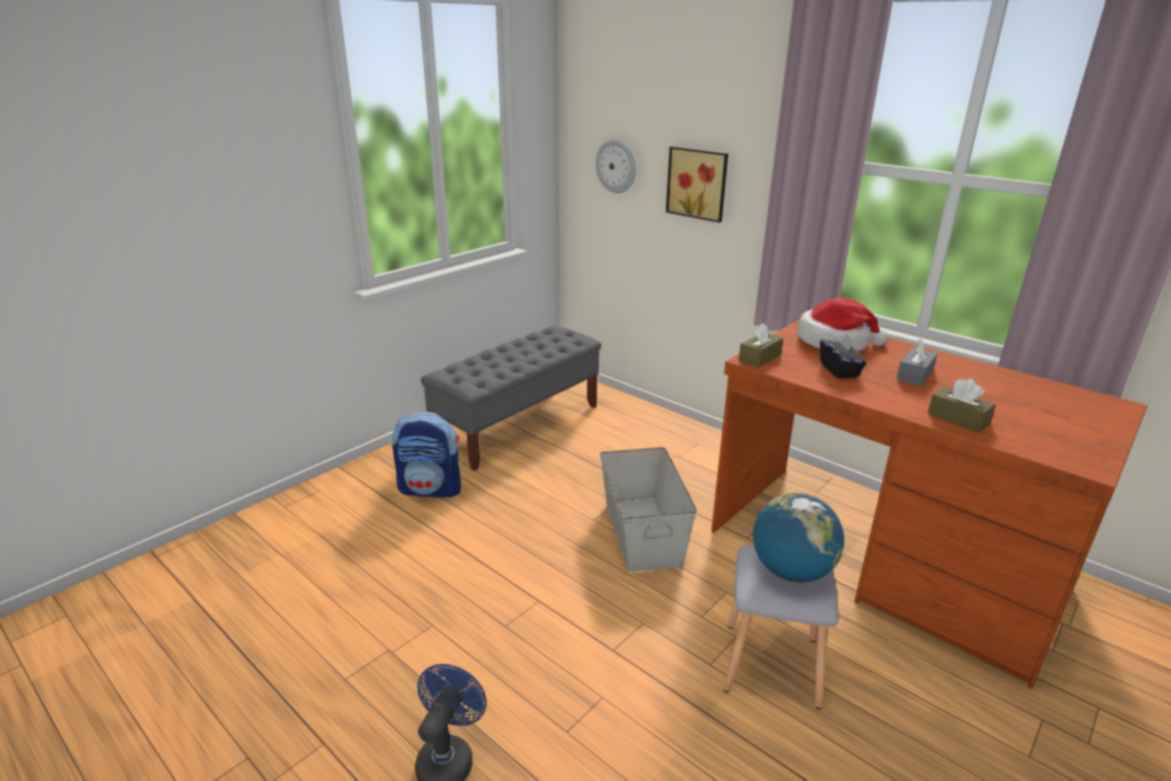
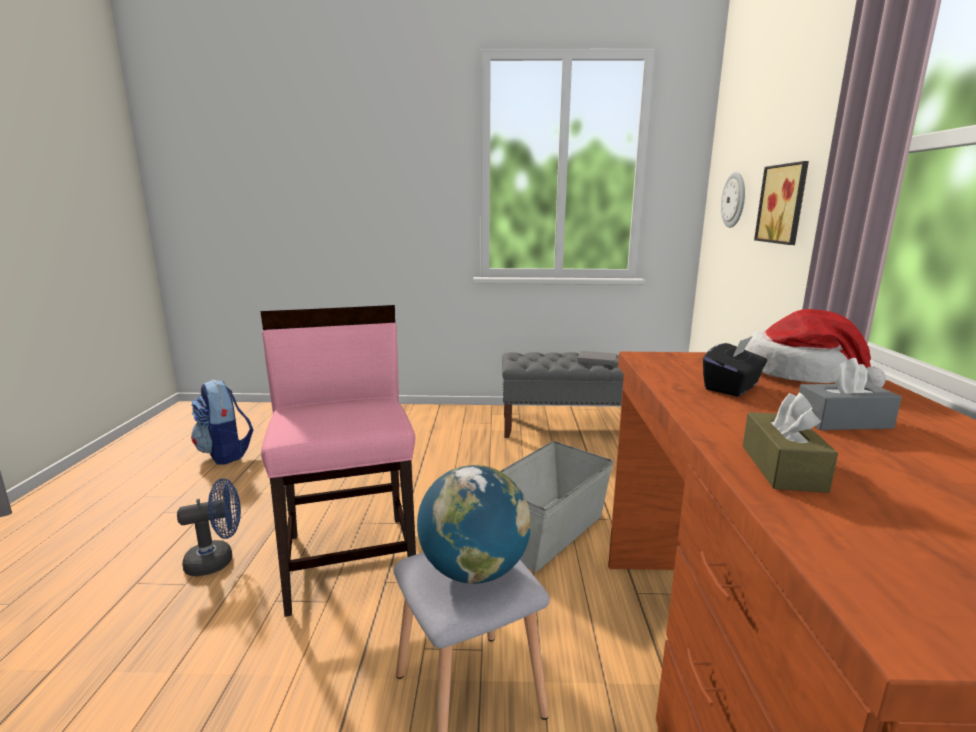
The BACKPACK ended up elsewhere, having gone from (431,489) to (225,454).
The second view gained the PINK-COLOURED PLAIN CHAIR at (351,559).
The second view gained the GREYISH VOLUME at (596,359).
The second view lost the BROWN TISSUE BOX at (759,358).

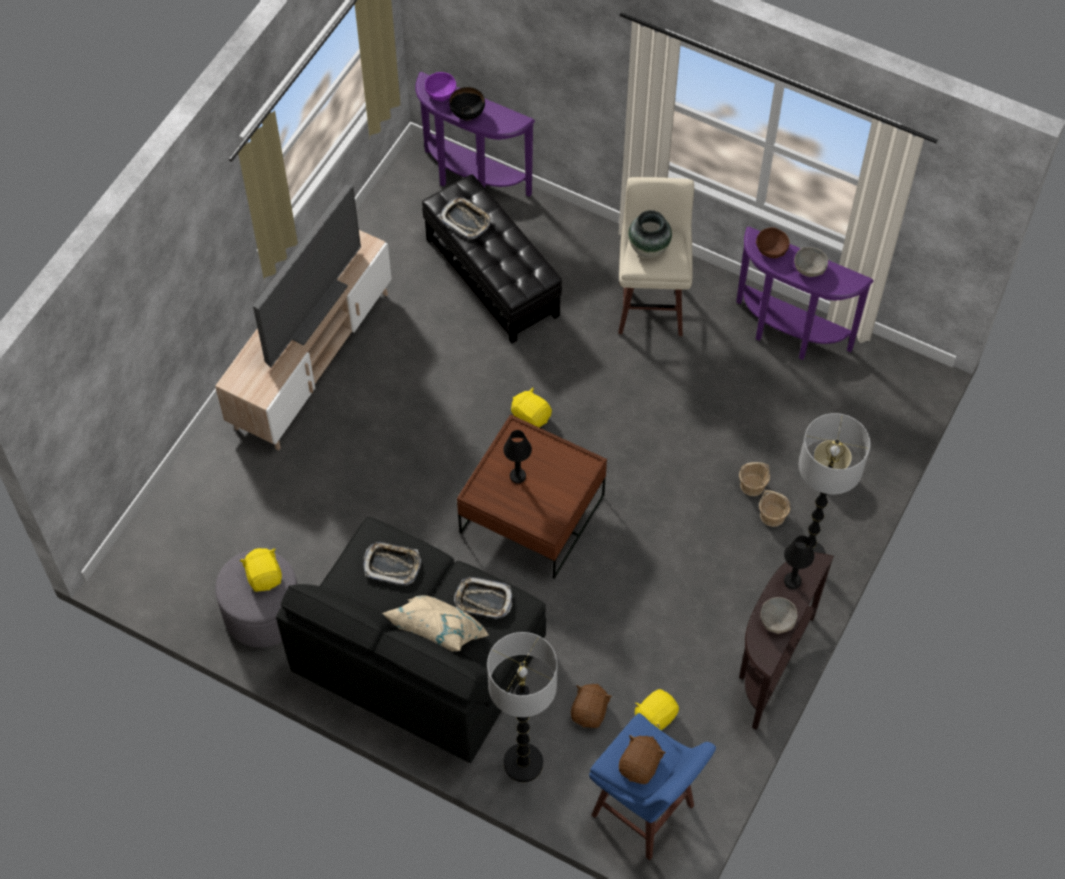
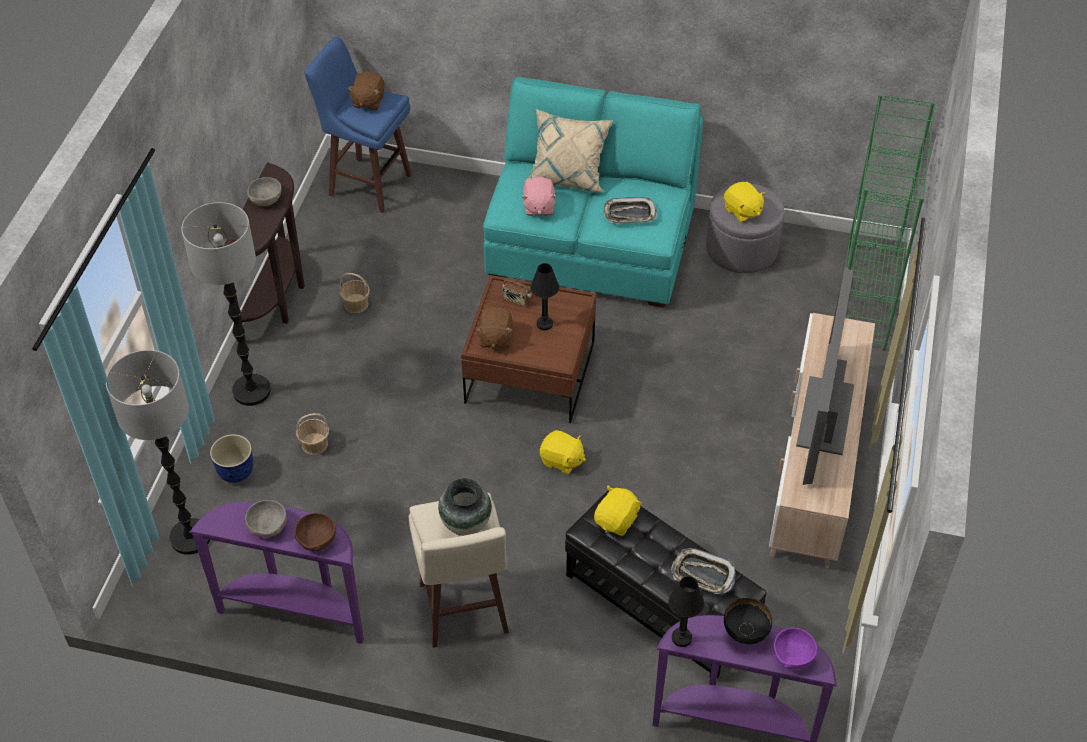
The STANDARD LAMP ended up elsewhere, having gone from (523,763) to (191,537).
The STORAGE BASKET ended up elsewhere, having gone from (772,515) to (356,304).
The BROWN SOFT TOY ended up elsewhere, having gone from (590,712) to (495,337).
What was the BLACK SOFA at (420,657) turned into the BLUE-GREEN SOFA at (590,246).
The second view gained the RADIO RECEIVER at (516,299).
Where the SERVING TRAY stood at (483,600), the PINK-COLOURED SOFT TOY came to stand at (538,207).
The YELLOW-COLOURED SOFT TOY ended up elsewhere, having gone from (655,717) to (617,520).
The BLACK TABLE LAMP ended up elsewhere, having gone from (792,581) to (681,638).
The second view gained the GREENISH BOOKCASE at (866,298).

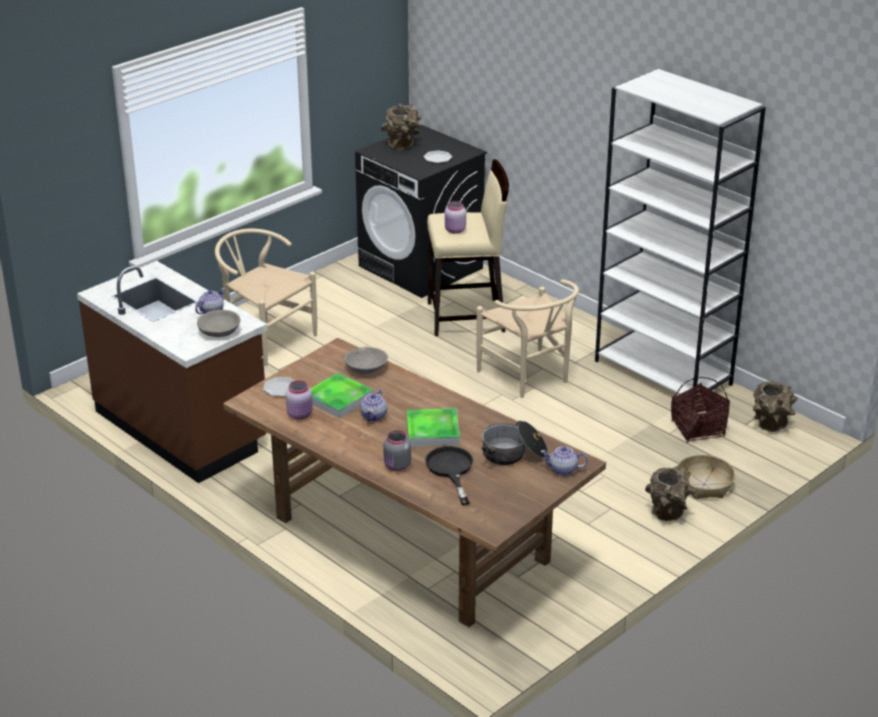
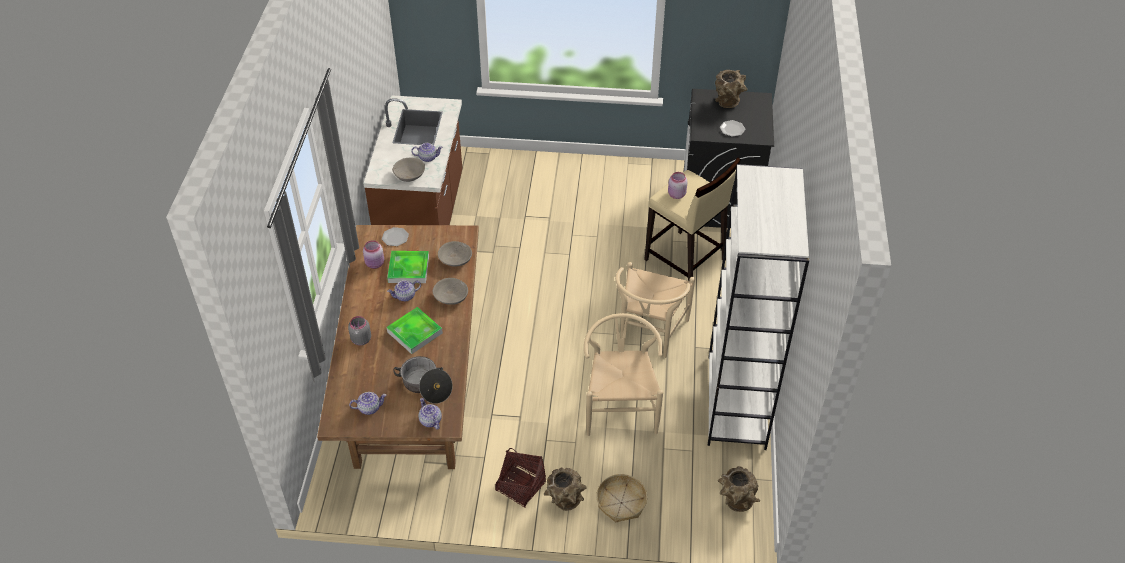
The second view gained the POT FOR TEA at (369,408).
The second view gained the GREYISH SERVING BOWL at (451,297).
The STORAGE BASKET ended up elsewhere, having gone from (697,428) to (520,486).
The BEIGE-COLOURED PLAIN CHAIR ended up elsewhere, having gone from (265,338) to (620,406).
The second view lost the BLACK FRYING PAN at (451,470).

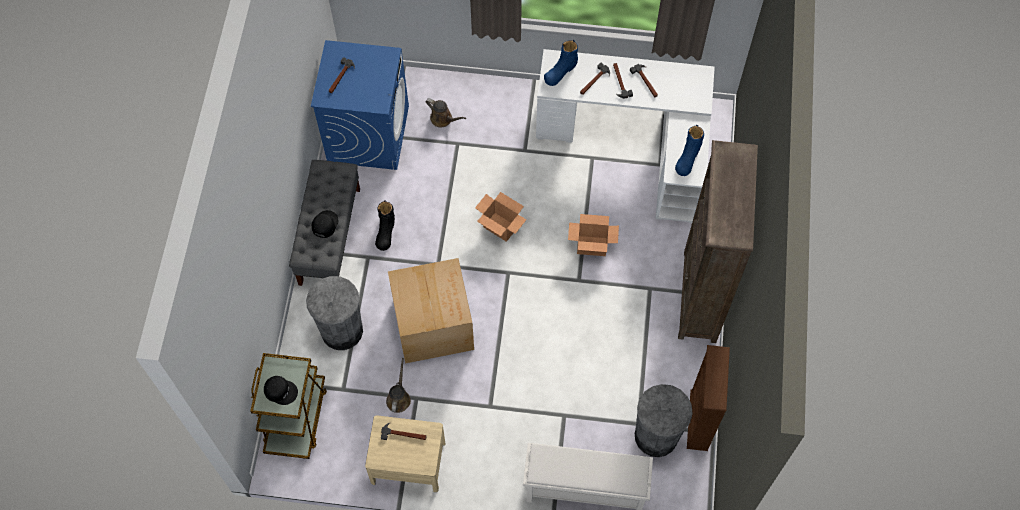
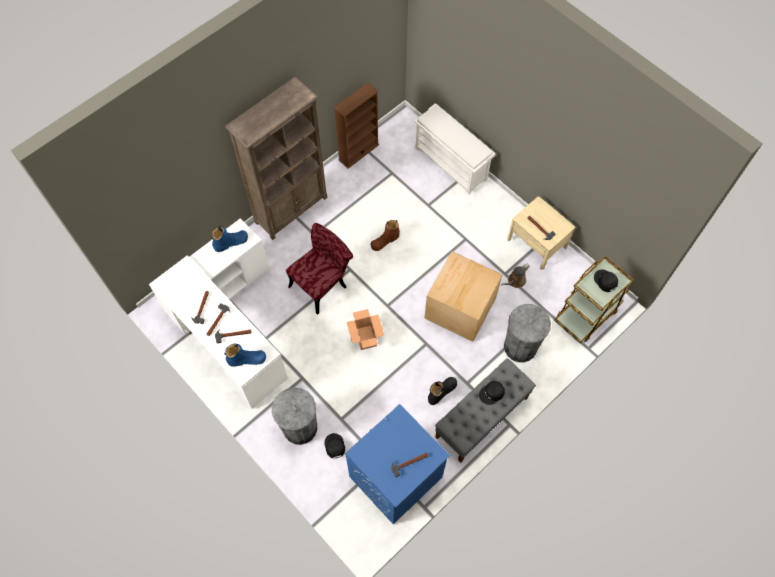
The GREYISH TRASH CAN ended up elsewhere, having gone from (656,436) to (300,427).
Where the CARTON stood at (591,246), the RED PLAIN CHAIR came to stand at (322,283).
Where the BROWN WATERING POT stood at (443,119), the BLACK PEAKED CAP came to stand at (334,446).
The second view gained the BROWN BOOT at (385,241).

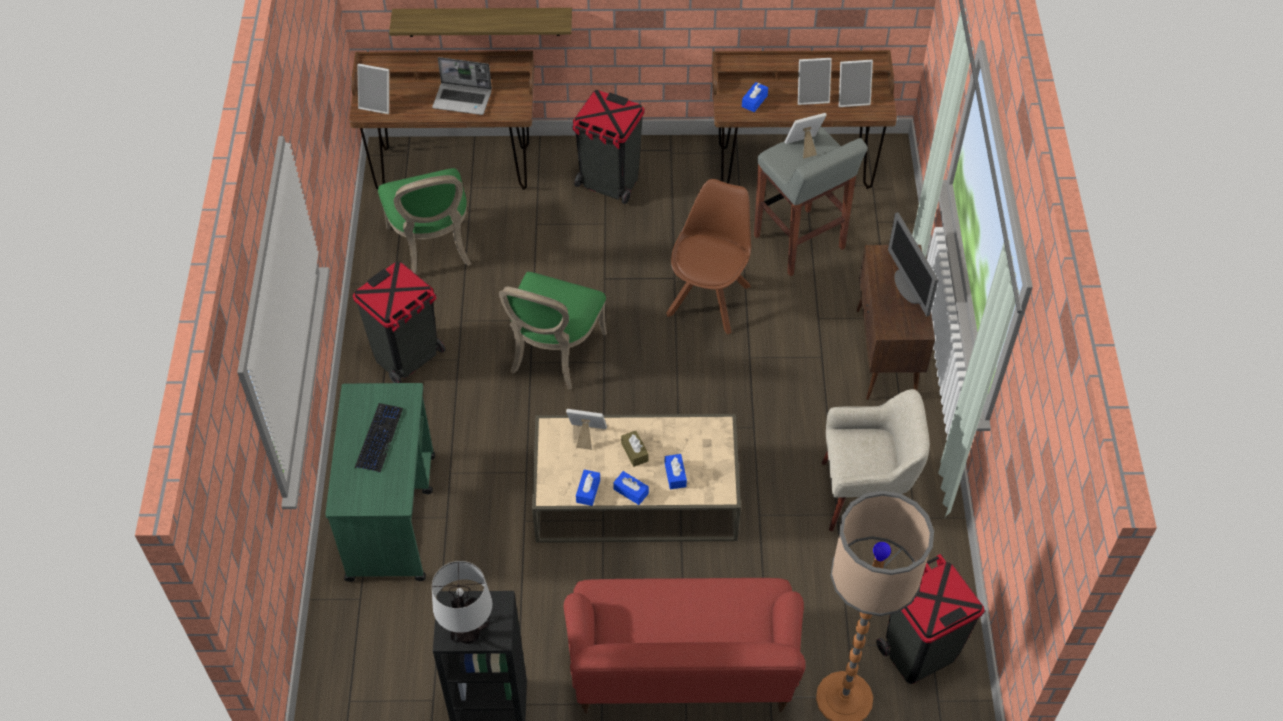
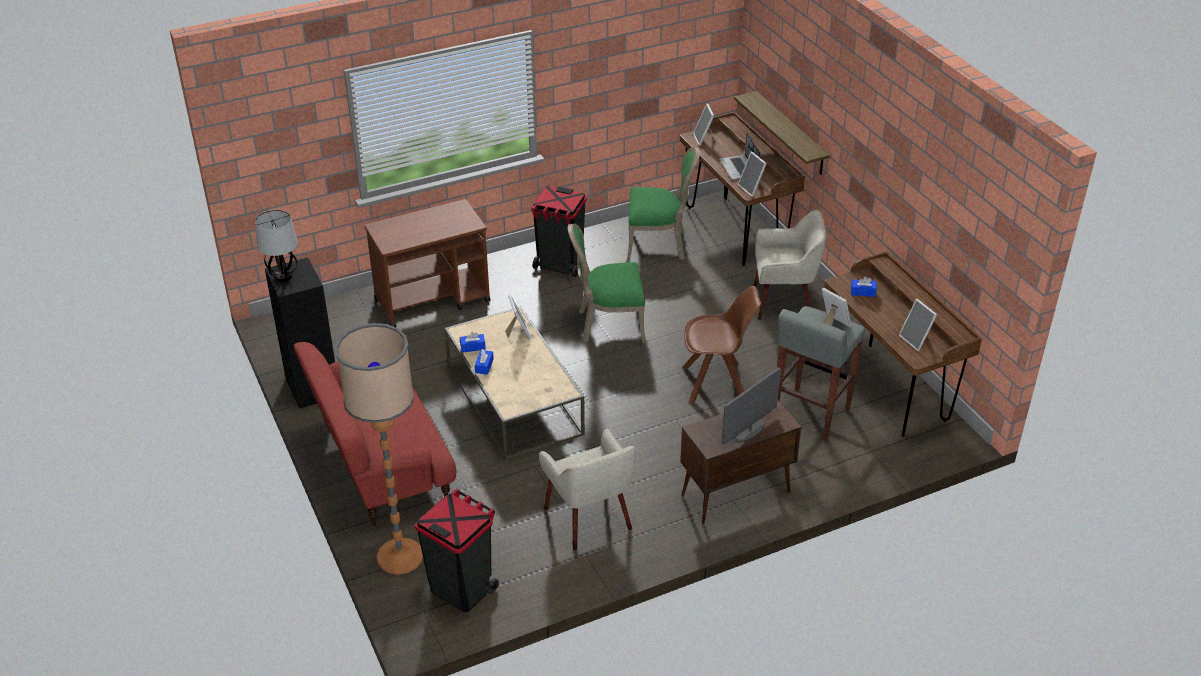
What was the GREENISH WHEELED CART at (392,515) turned into the BROWN WHEELED CART at (433,300).
The GREENISH PLAIN CHAIR at (433,247) ended up facing another way, 135 degrees counterclockwise from before.
The STANDING FRAME ended up elsewhere, having gone from (812,96) to (752,188).
Where the BLACK TRASH CAN stood at (609,183), the BEIGE-COLOURED EASY CHAIR came to stand at (784,302).
The second view lost the COMPUTER KEYBOARD at (379,438).
The second view lost the BROWN TISSUE BOX at (634,452).
The second view lost the BLUISH TISSUE BOX at (675,475).

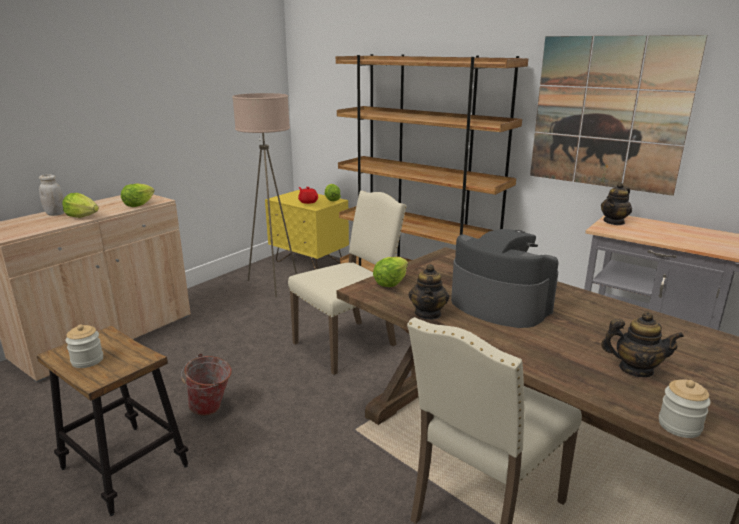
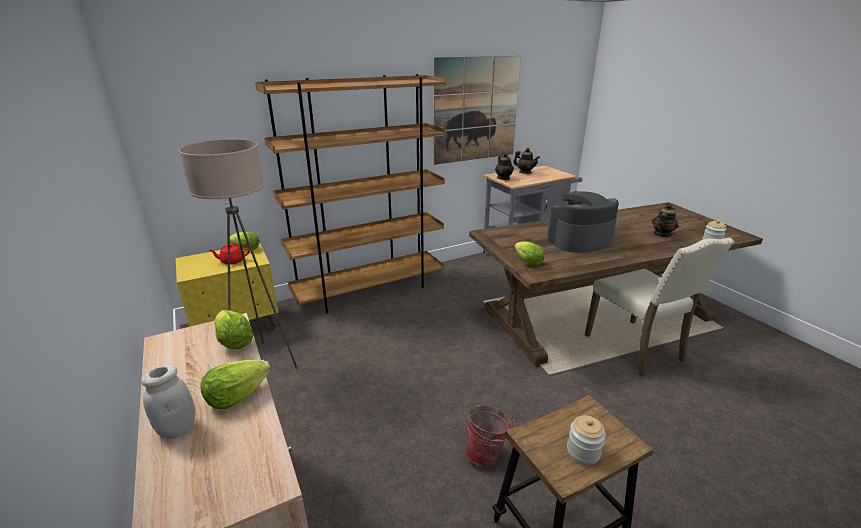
The POT FOR TEA ended up elsewhere, having gone from (428,313) to (525,172).
The second view lost the BEIGE-COLOURED PLAIN CHAIR at (348,344).

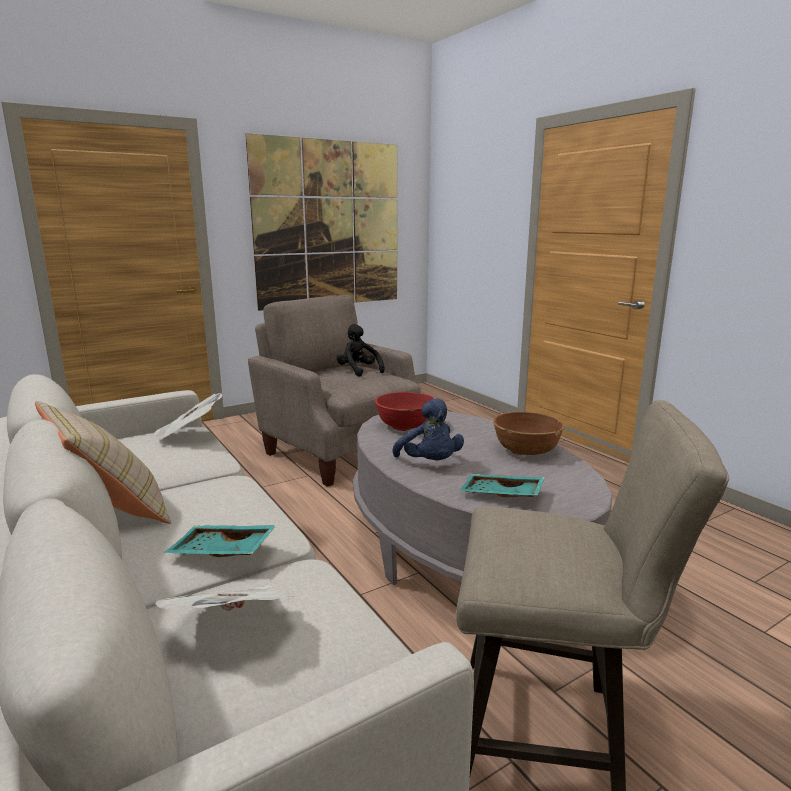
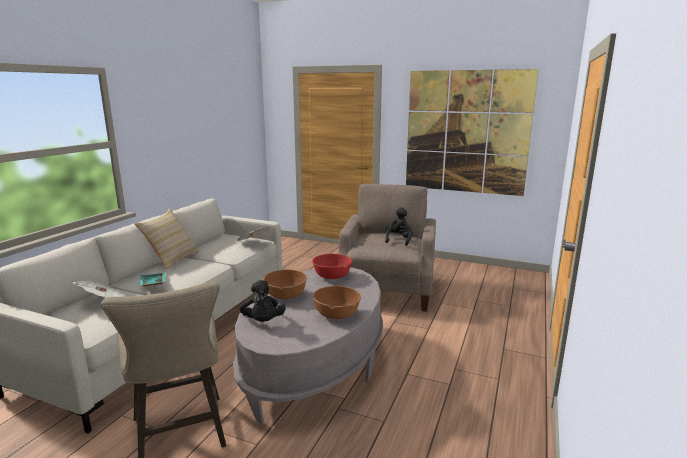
Where the BLUE-GREEN SERVING TRAY stood at (501,495), the BLACK SOFT TOY came to stand at (263,322).
Where the BLUISH SOFT TOY stood at (430,463), the BROWN SERVING BOWL came to stand at (286,296).

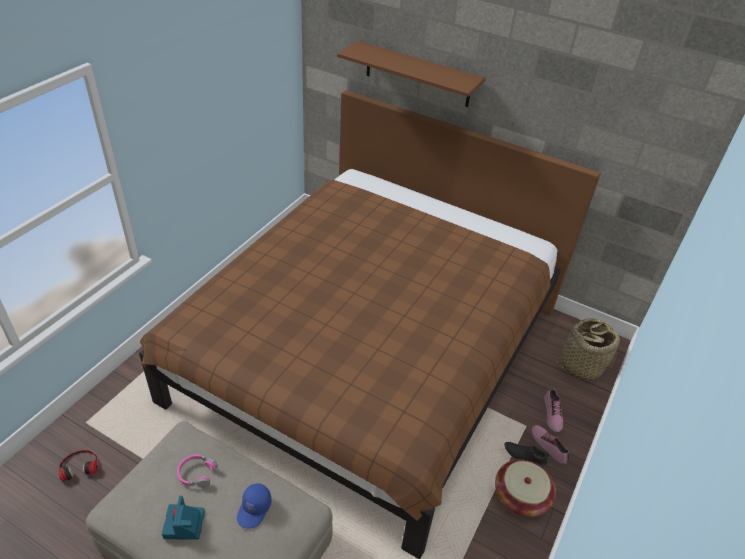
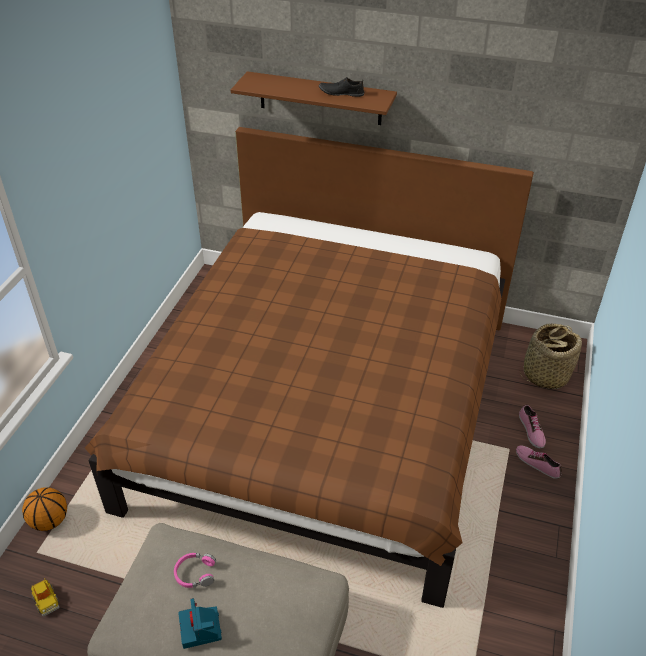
The second view gained the BASKETBALL at (49,520).
Where the HEADPHONES stood at (79,466), the TOY CAR came to stand at (46,600).
The BLACK LOW SHOE ended up elsewhere, having gone from (525,455) to (341,93).
The second view lost the BLUISH PEAKED CAP at (254,509).
The second view lost the STORAGE BASKET at (521,496).

